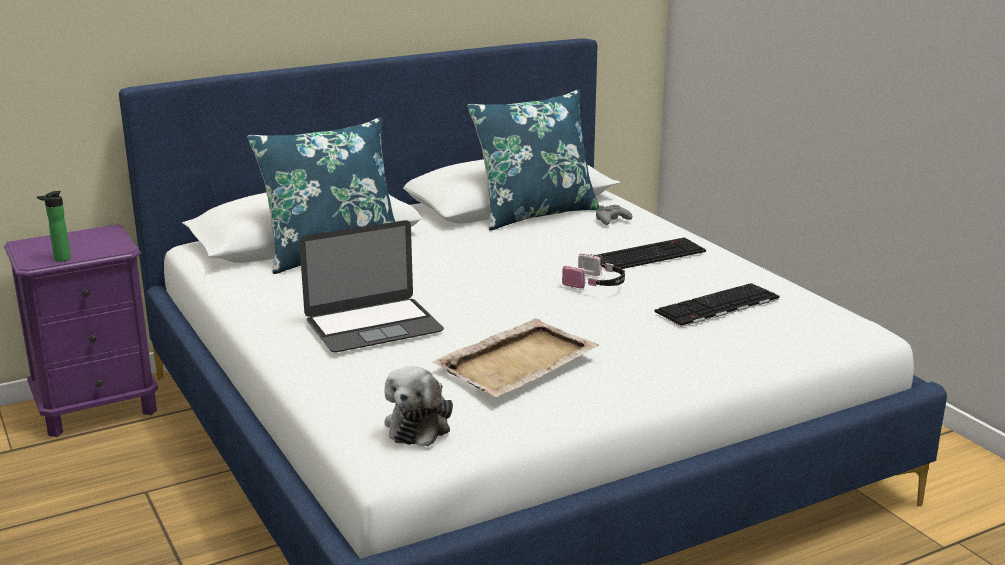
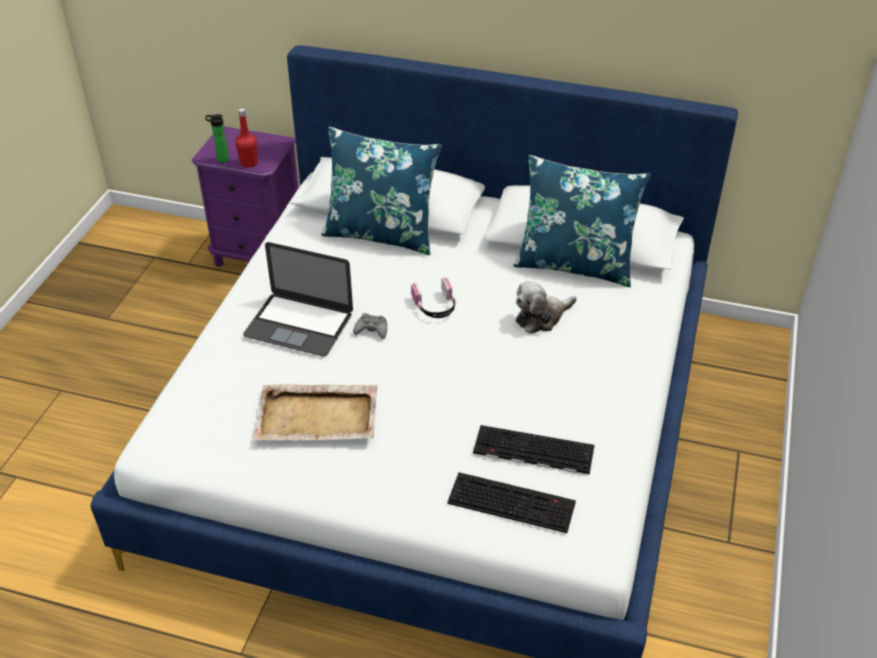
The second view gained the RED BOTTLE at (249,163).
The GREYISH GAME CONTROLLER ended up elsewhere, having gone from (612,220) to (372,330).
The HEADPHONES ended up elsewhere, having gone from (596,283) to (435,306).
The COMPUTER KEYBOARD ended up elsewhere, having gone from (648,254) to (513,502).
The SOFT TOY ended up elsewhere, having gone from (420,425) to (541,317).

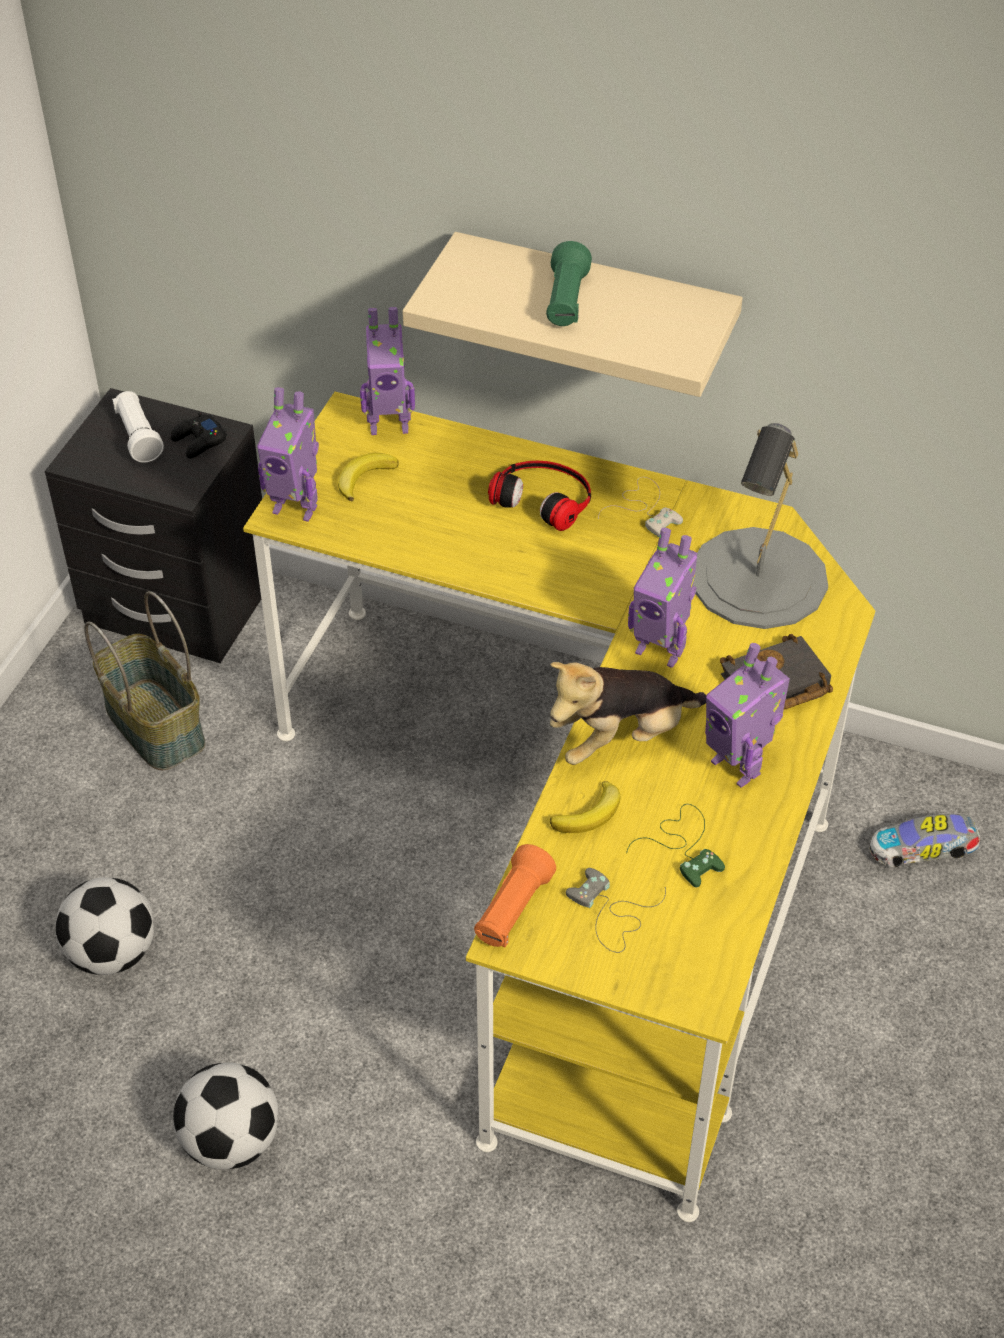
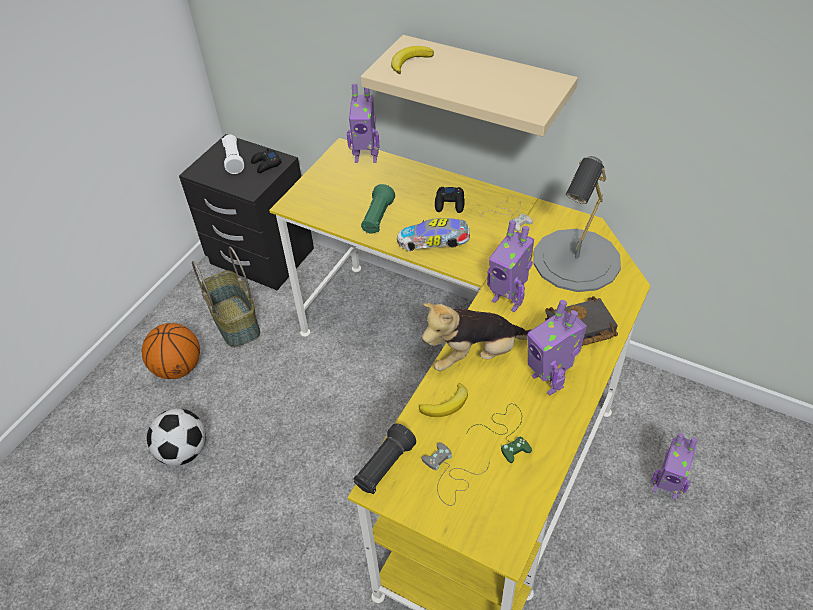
The second view gained the BASKETBALL at (178,368).
What was the ORANGEY TORCH at (512,910) turned into the BLACK TORCH at (384,467).
The GREENISH TORCH ended up elsewhere, having gone from (566,302) to (377,218).
The WHOLE BANANA ended up elsewhere, having gone from (364,478) to (410,62).
The TOY CAR ended up elsewhere, having gone from (923,850) to (435,243).
Where the HEADPHONES stood at (544,497), the BLACK GAME CONTROLLER came to stand at (450,203).
The TOY ROBOT ended up elsewhere, having gone from (296,507) to (666,488).
The second view lost the BALL FOR FOOTBALL at (231,1140).

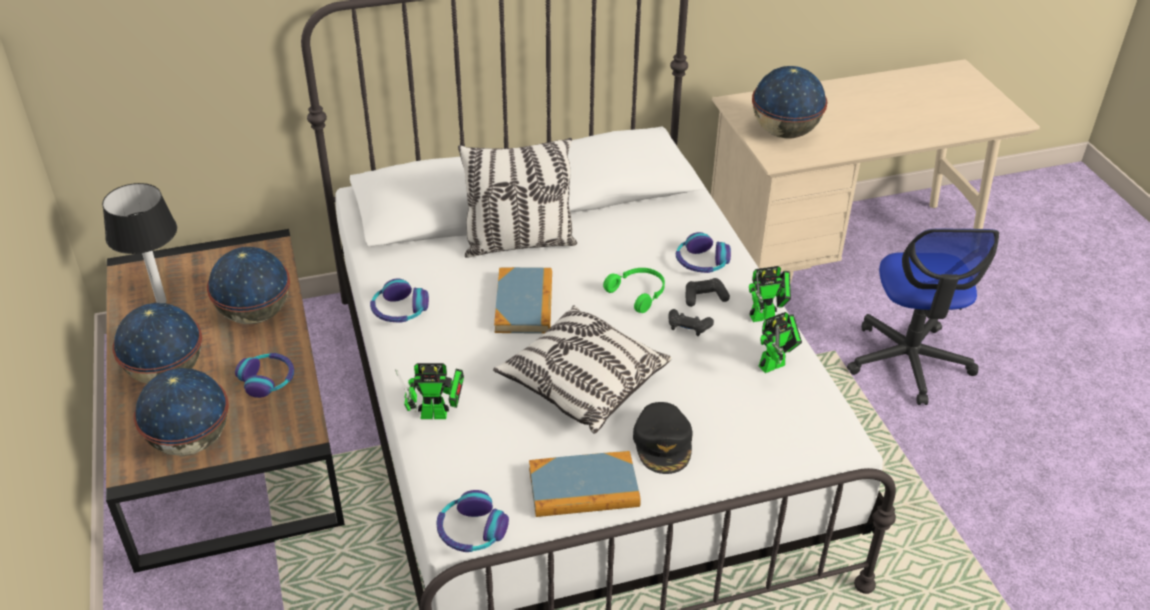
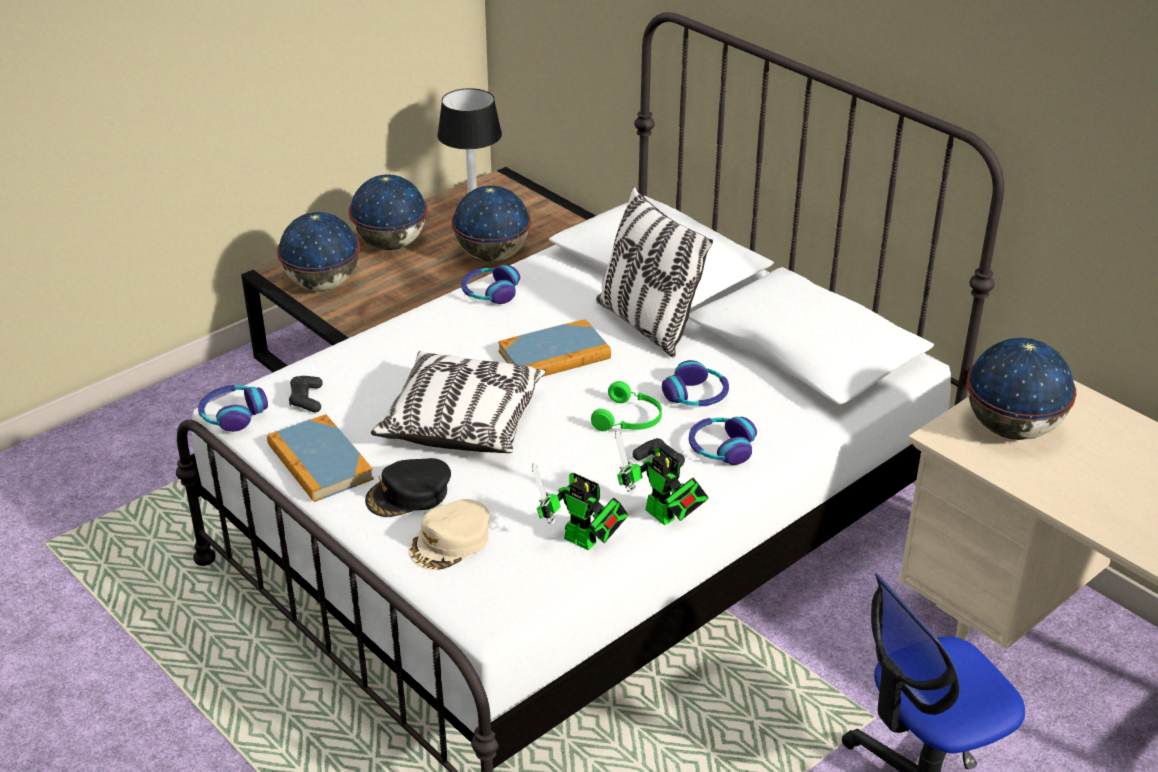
The BLACK GAME CONTROLLER ended up elsewhere, having gone from (688,327) to (306,399).
The second view gained the BEIGE-COLOURED PEAKED CAP at (451,542).
The HEADPHONES ended up elsewhere, having gone from (267,380) to (696,395).
The second view lost the TOY ROBOT at (438,414).

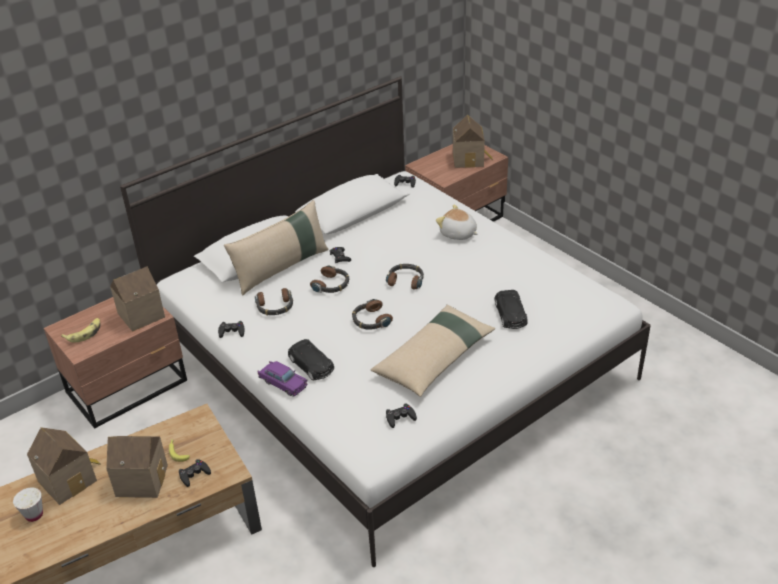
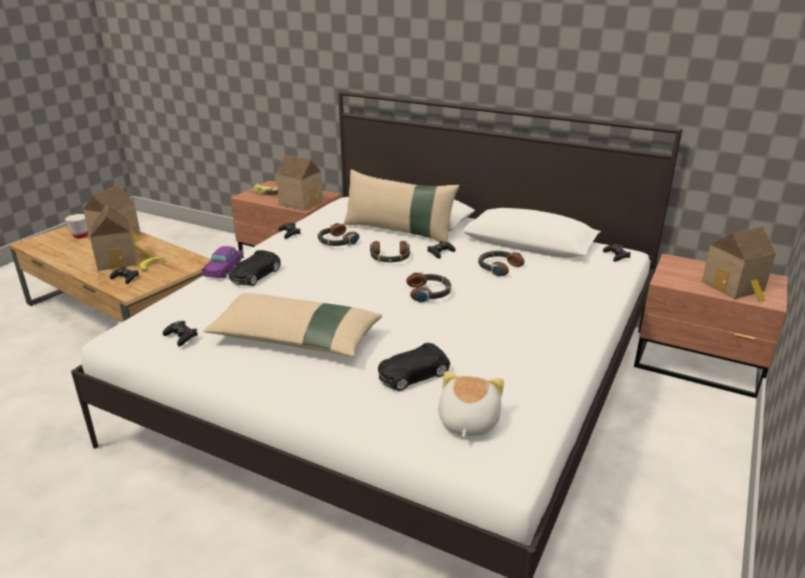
The SOFT TOY ended up elsewhere, having gone from (458,234) to (467,421).
The HEADPHONES ended up elsewhere, having gone from (370,320) to (498,267).

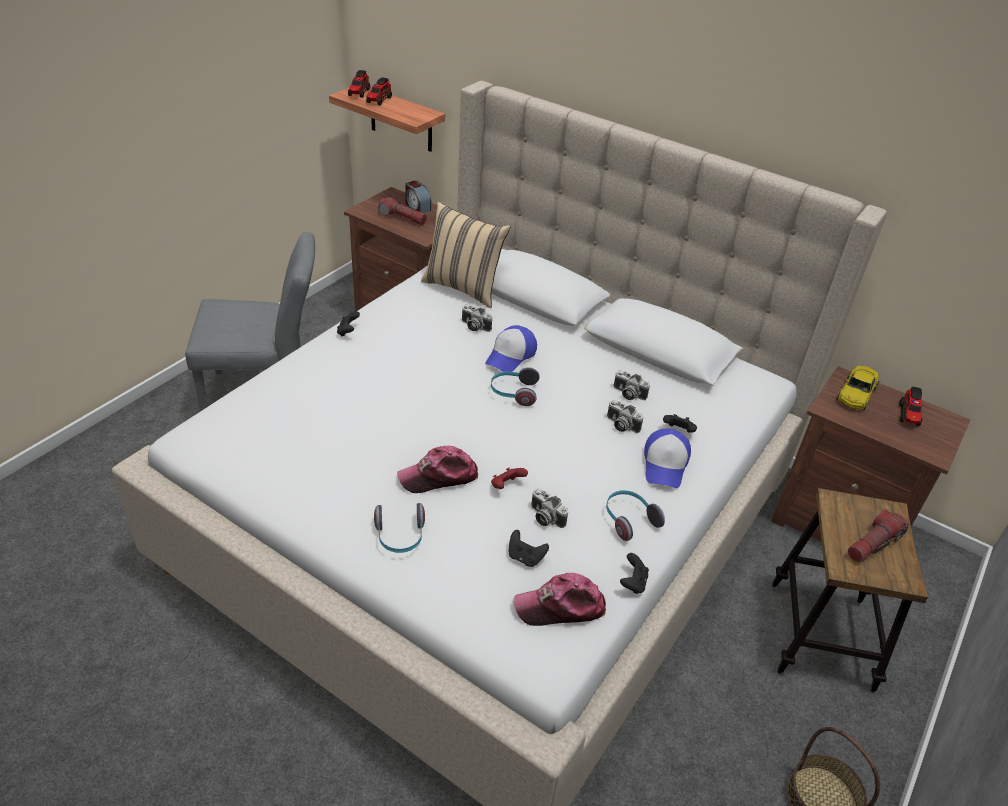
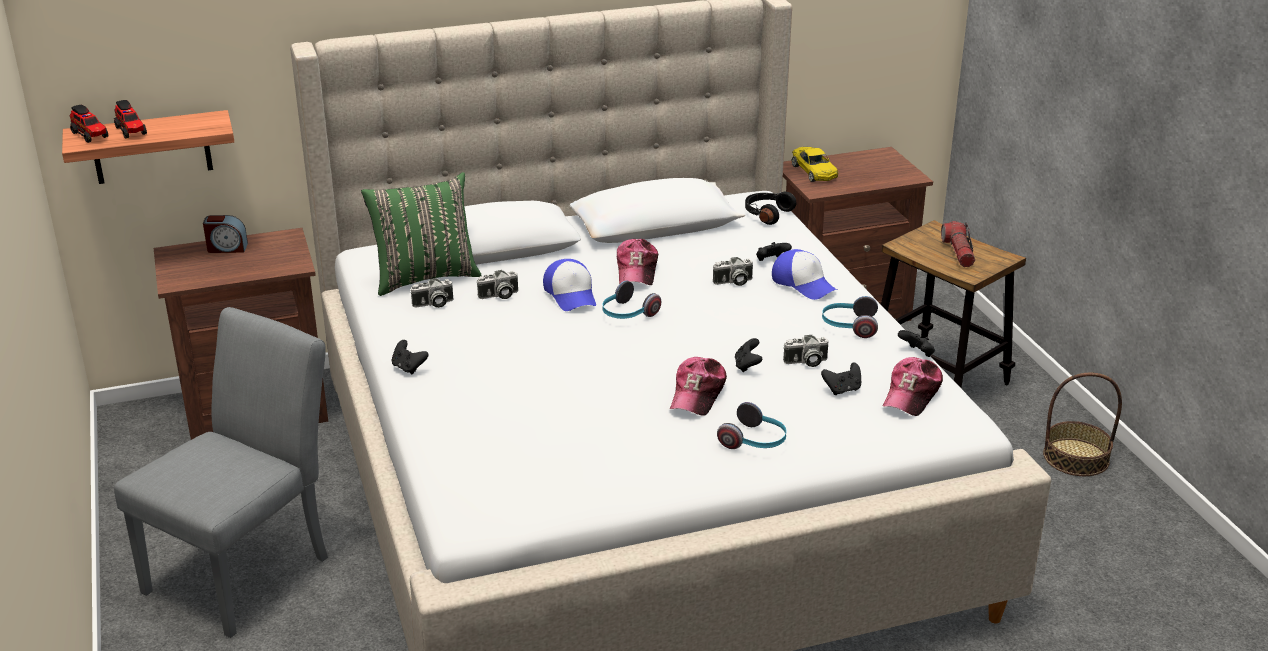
What was the BEIGE-COLOURED PILLOW at (463,288) turned into the GREENISH PILLOW at (425,277).
The STILL CAMERA ended up elsewhere, having gone from (628,394) to (433,304).
The second view gained the PEAKED CAP at (637,271).
What was the RED GAME CONTROLLER at (506,486) turned into the BLACK GAME CONTROLLER at (747,366).
The second view gained the BLACK HEADPHONES at (766,214).
The second view lost the TORCH at (402,218).
The second view lost the TOY TRUCK at (908,415).

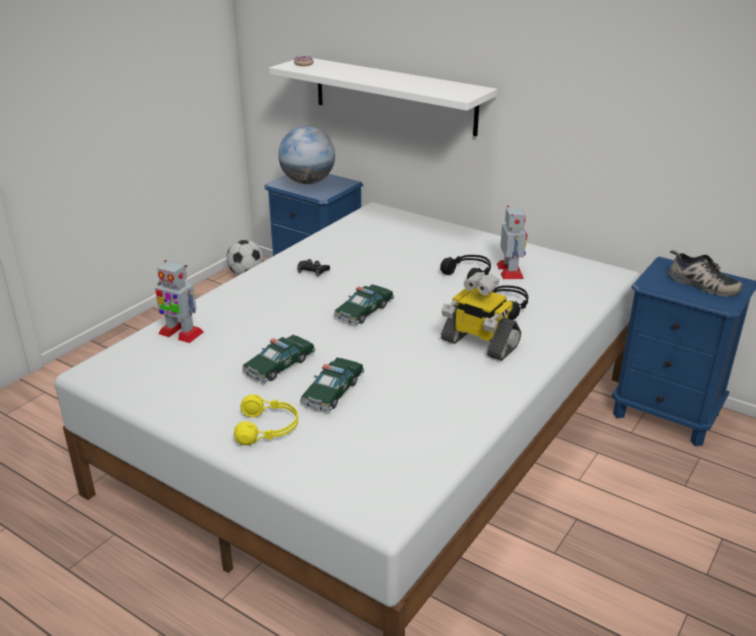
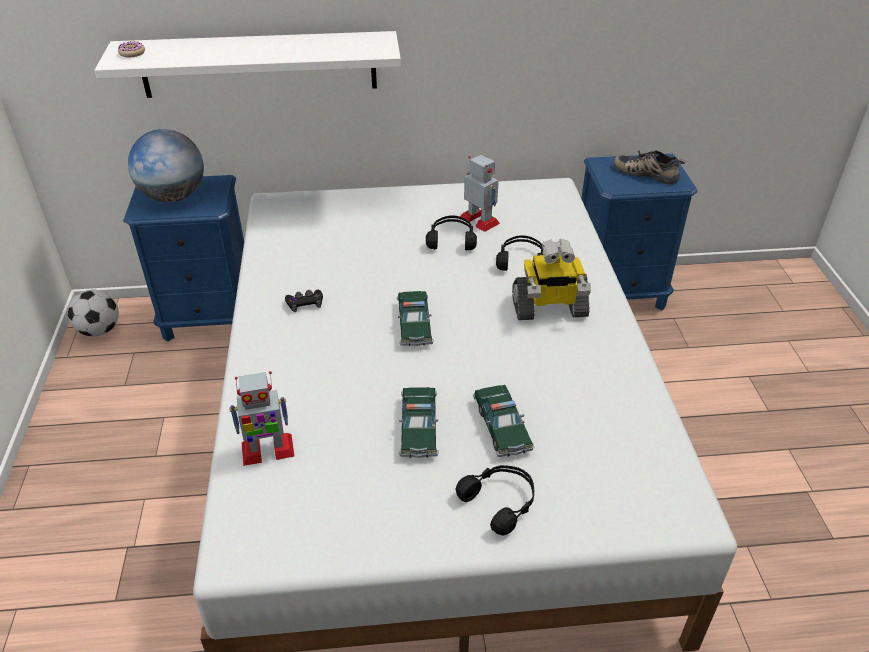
What was the YELLOW-COLOURED HEADPHONES at (268,428) turned into the BLACK HEADPHONES at (500,502).
The LOW SHOE at (701,285) ended up facing another way, 150 degrees counterclockwise from before.

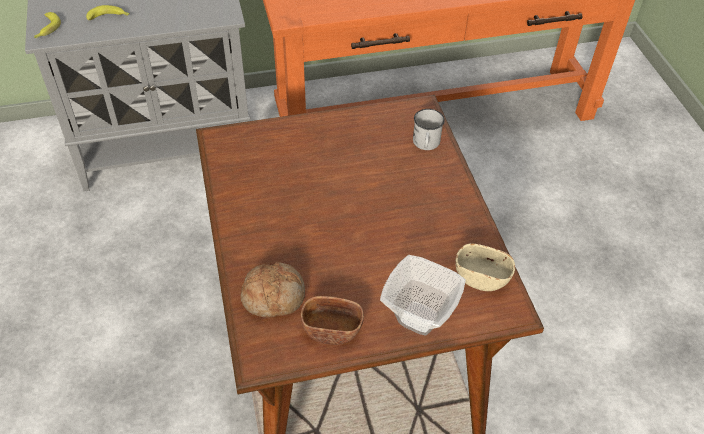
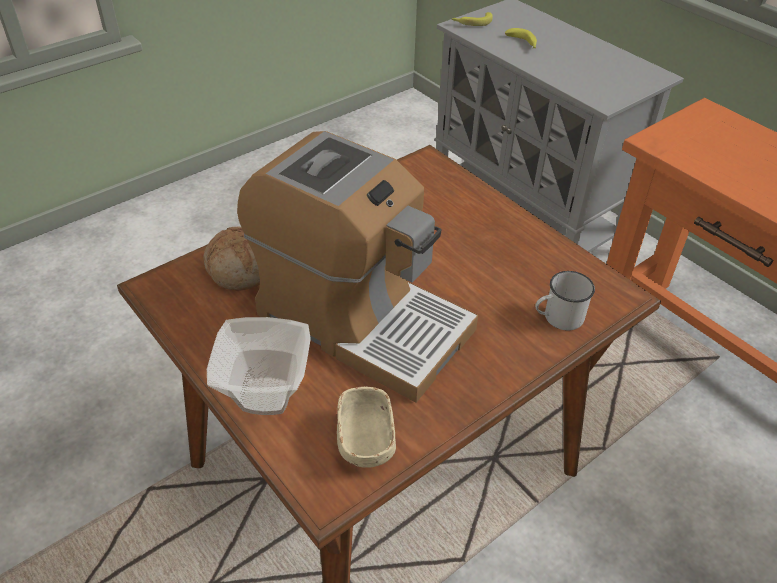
The second view gained the COFFEE BREWER at (361,320).
The second view lost the BROWN SERVING BOWL at (332,329).

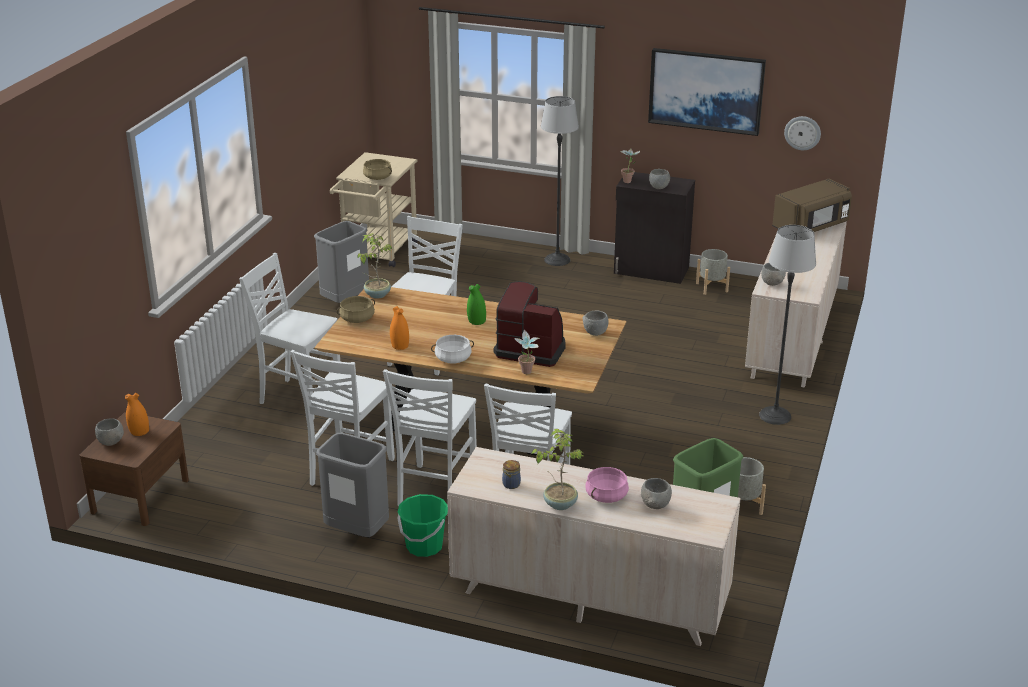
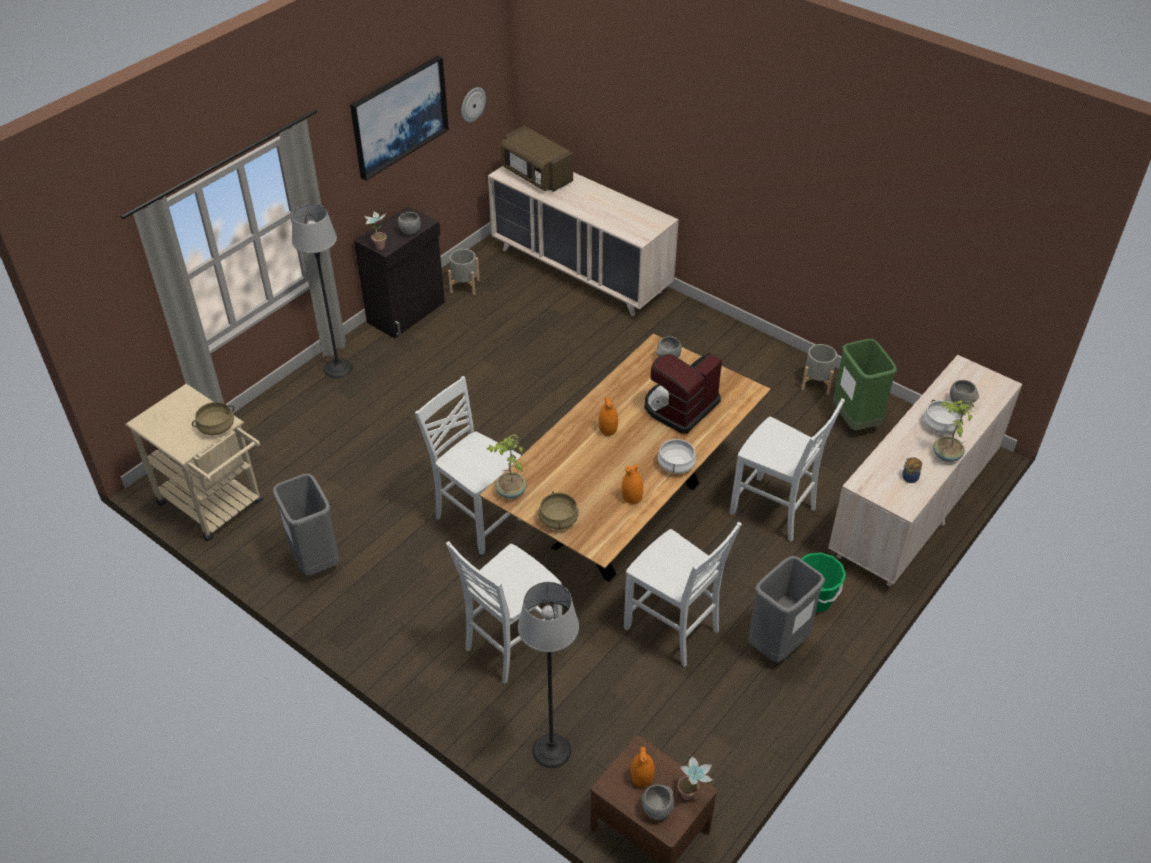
The BROWN KITCHEN MICROWAVE at (811,226) ended up facing another way, 150 degrees clockwise from before.
The STANDARD LAMP ended up elsewhere, having gone from (775,416) to (552,751).
What was the GREENISH DECORATIVE VASE at (476,321) turned into the ORANGEY DECORATIVE VASE at (608,430).
The POTTED PLANT ended up elsewhere, having gone from (527,373) to (691,795).
What was the PINK-COLOURED COOKING POT at (606,496) turned into the WHITISH COOKING POT at (940,425).
The second view lost the WHITISH PLAIN CHAIR at (434,491).
The second view lost the GREYISH SERVING BOWL at (772,284).

